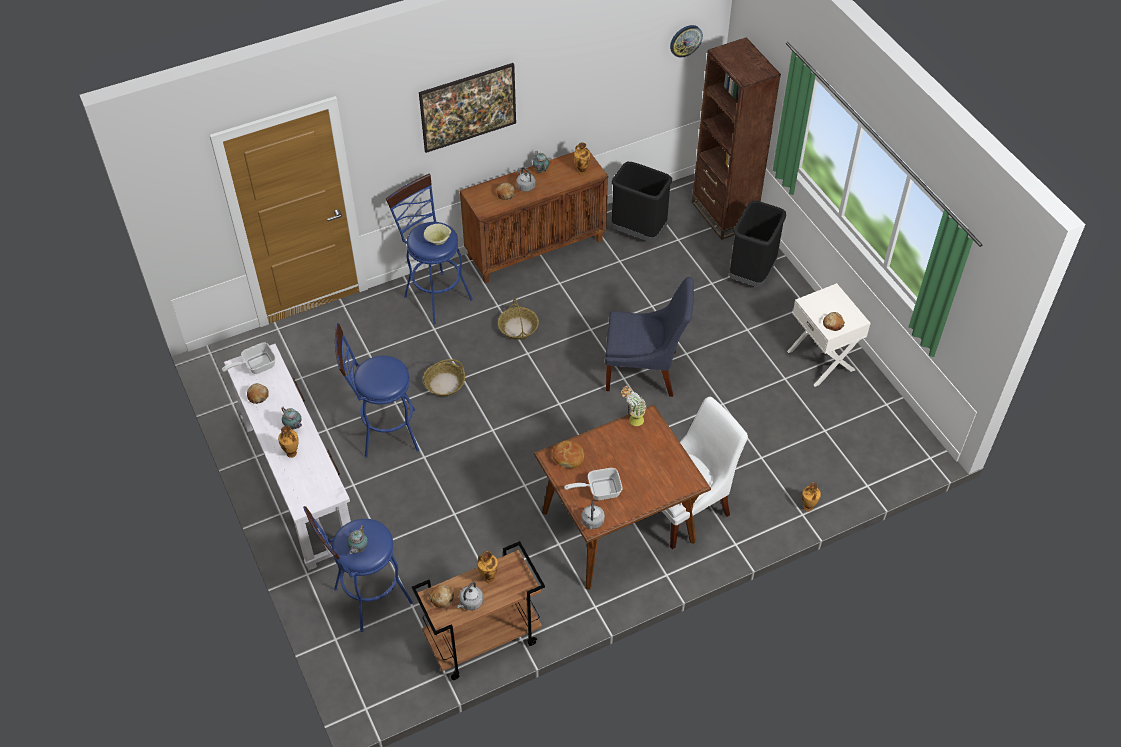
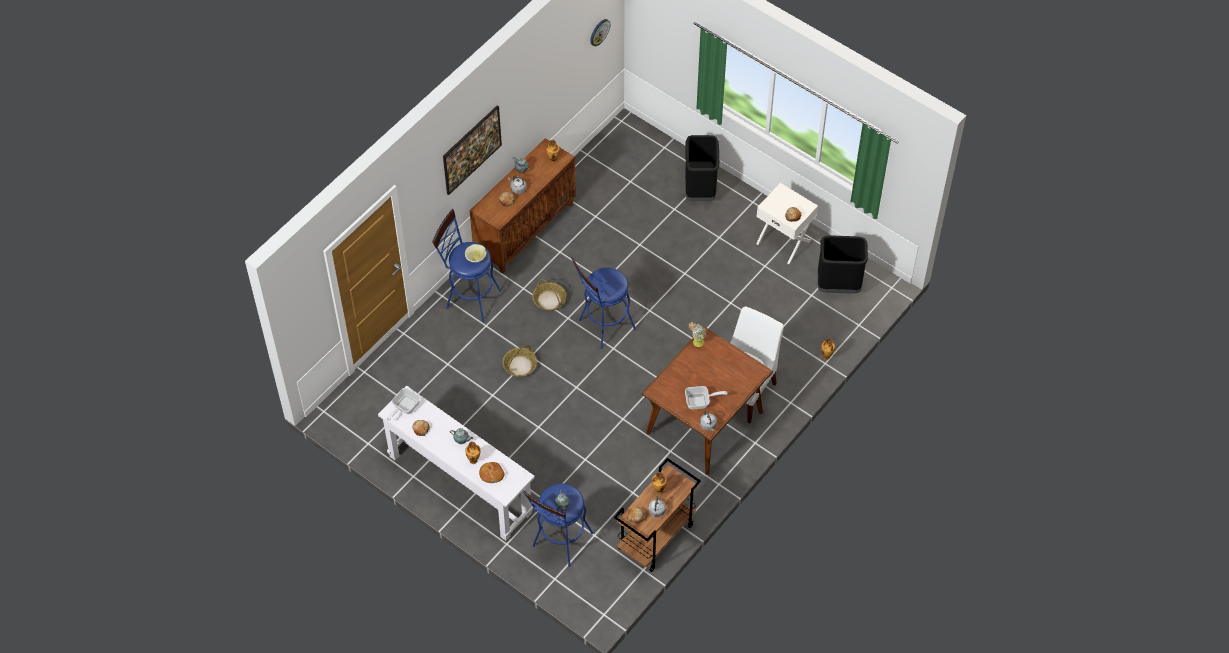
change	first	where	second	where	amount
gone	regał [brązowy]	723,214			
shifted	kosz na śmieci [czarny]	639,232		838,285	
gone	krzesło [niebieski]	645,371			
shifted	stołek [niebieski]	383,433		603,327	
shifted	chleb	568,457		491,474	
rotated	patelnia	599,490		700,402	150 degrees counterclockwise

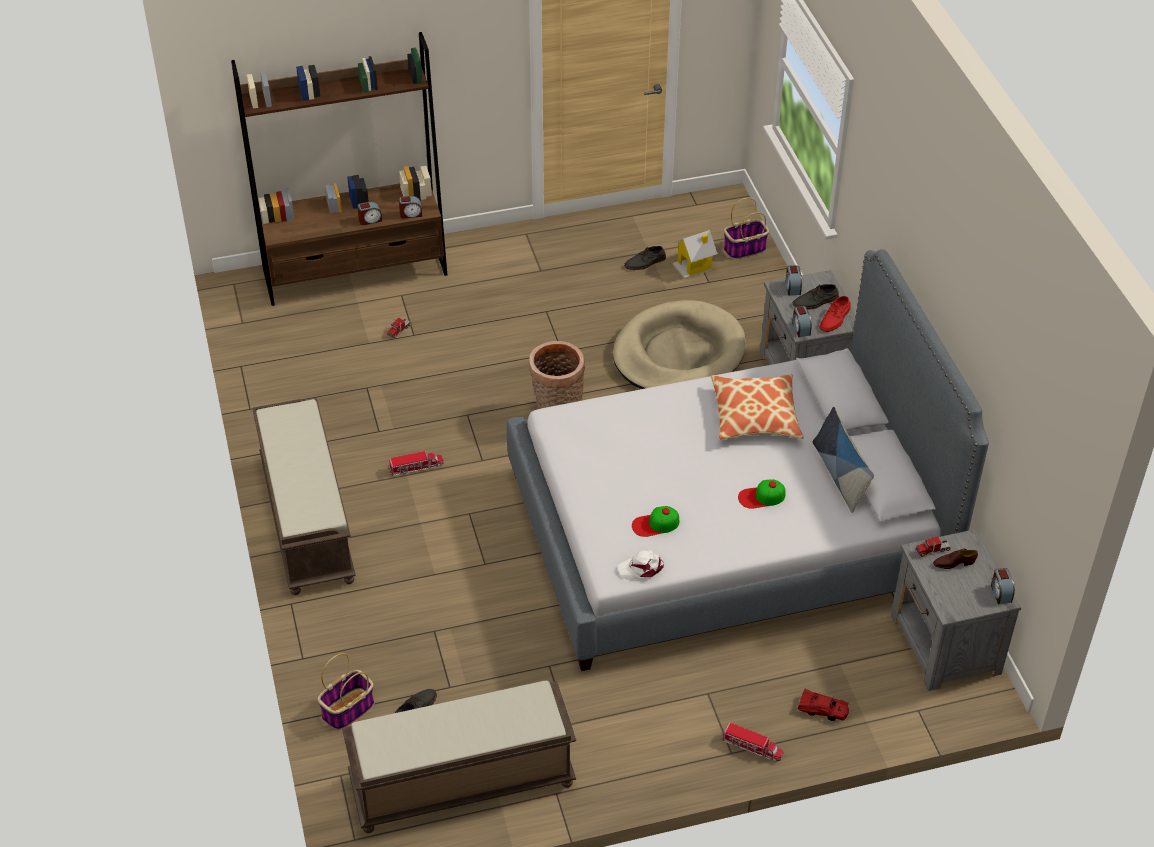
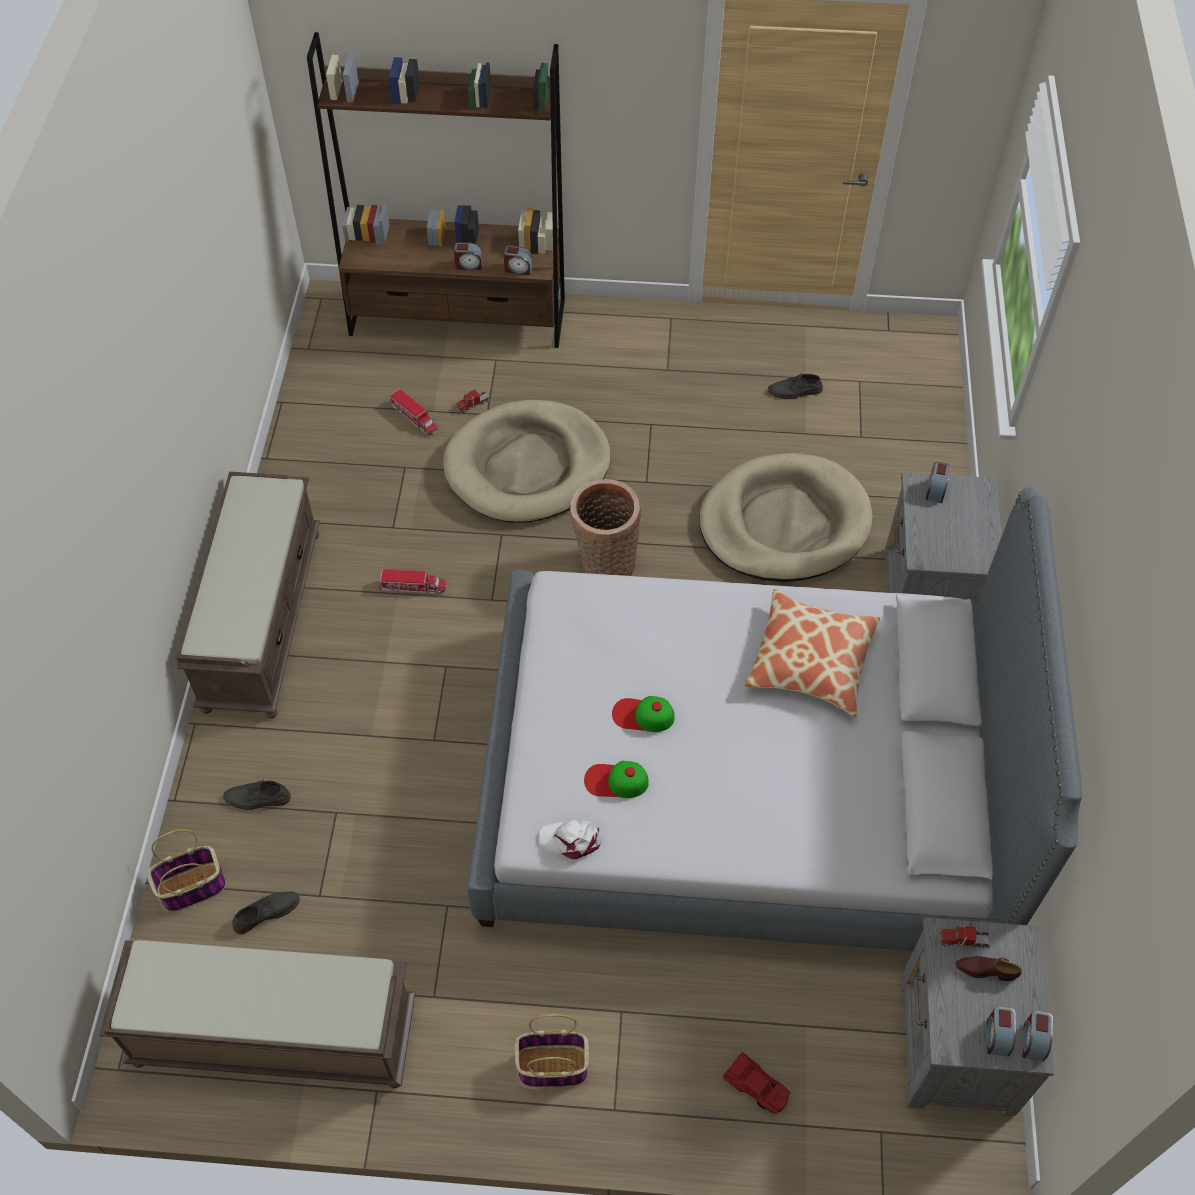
change	first	where	second	where	amount
shifted	koszyk	744,249		551,1066	
gone	domek	694,267			
shifted	but [szary]	815,301		257,798	
gone	but [czerwony]	835,319			
shifted	budzik	800,328		997,1036	
gone	poduszka	840,475			
shifted	czapka z daszkiem	761,497		643,715	
shifted	ciężarówka zabawkowa	752,747		414,418	
new			legowisko [beżowy]	527,466	

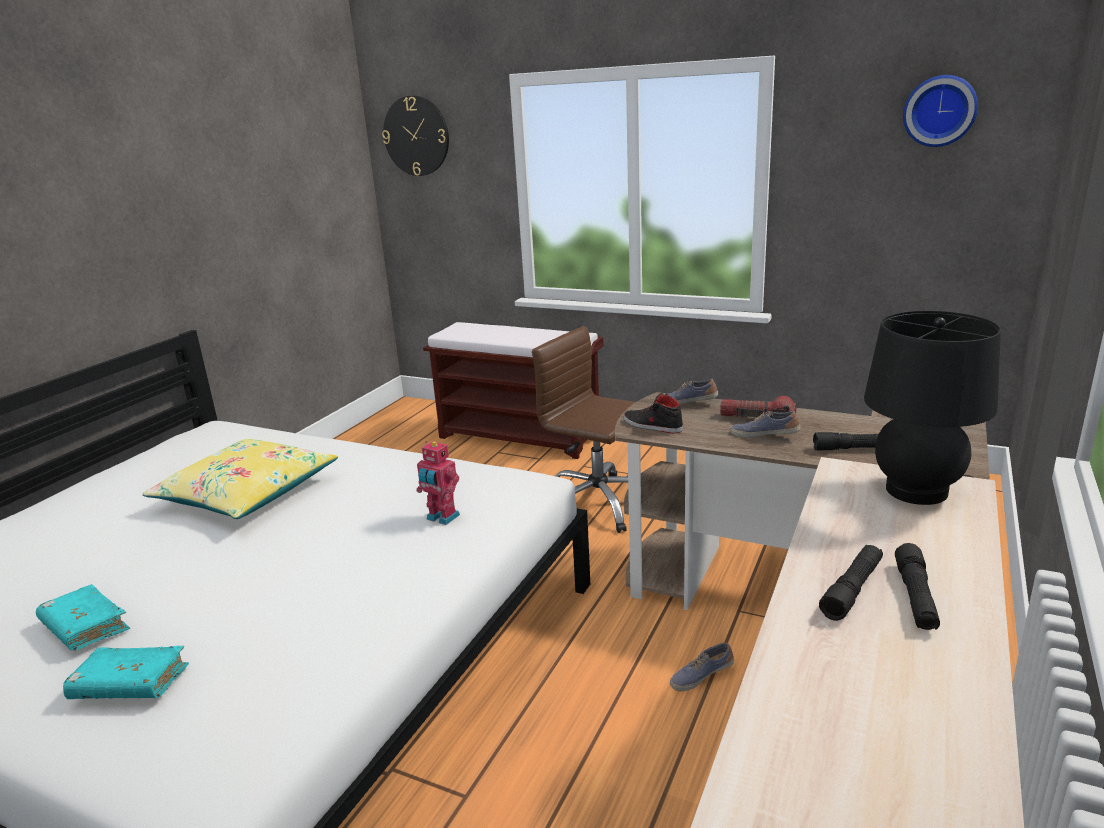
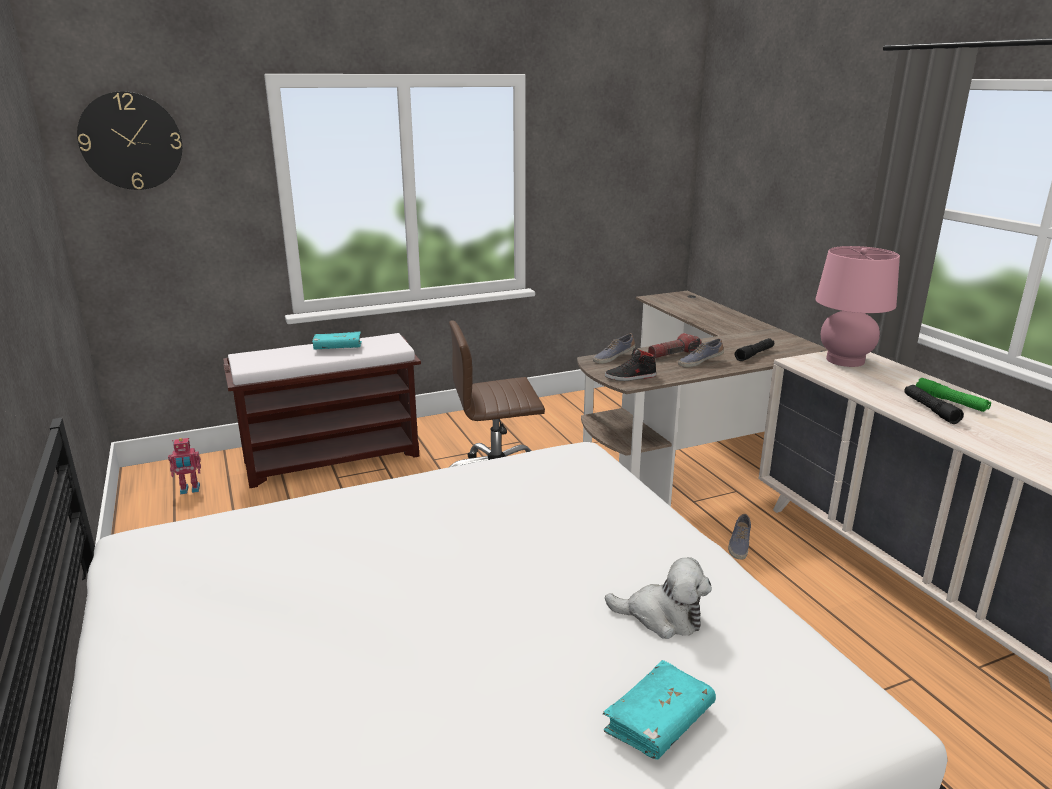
change	first	where	second	where	amount
gone	zegar ścienny	939,111			
repainted	lampa stołowa [czarny]	916,490	lampa stołowa [różowy]	845,360	
gone	poduszka [żółty]	247,494			
shifted	robot zabawkowy	441,518		190,490	
repainted	latarka [czarny]	915,597	latarka [zielony]	950,402	
shifted	książka [turkusowy]	85,628		337,348	
new			pluszak	662,617	

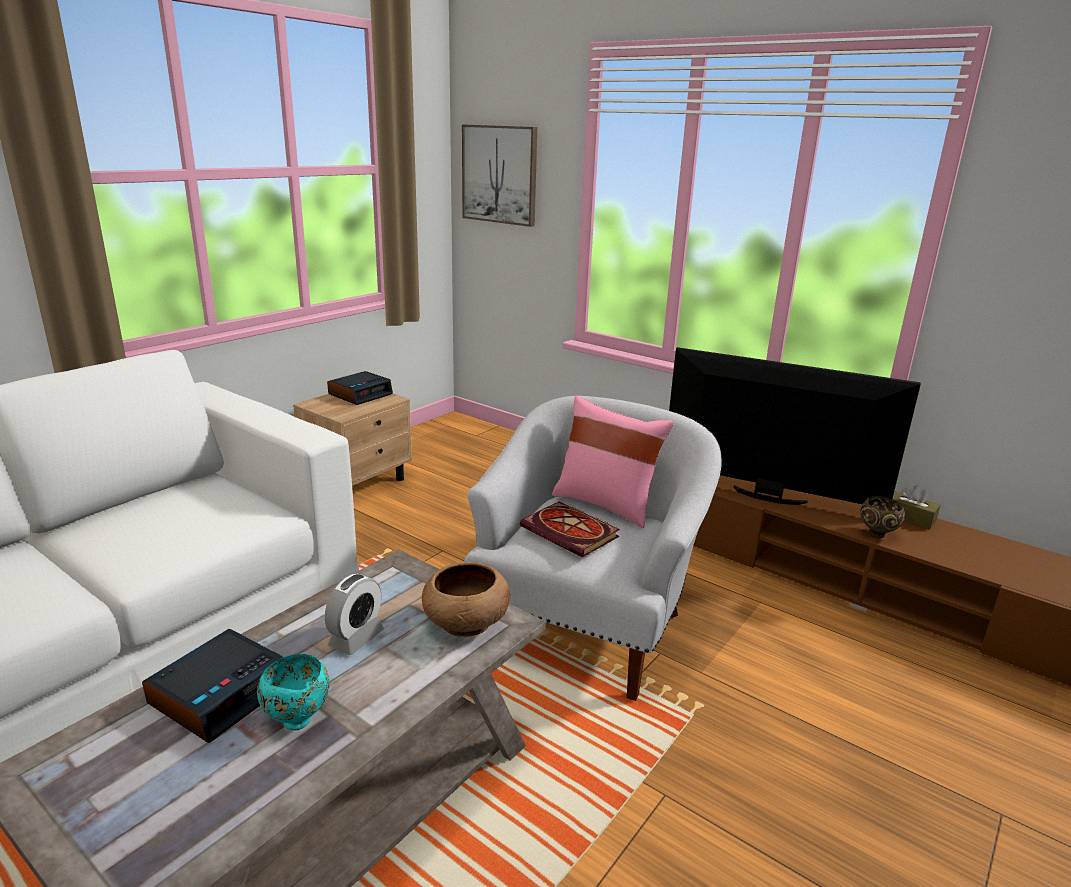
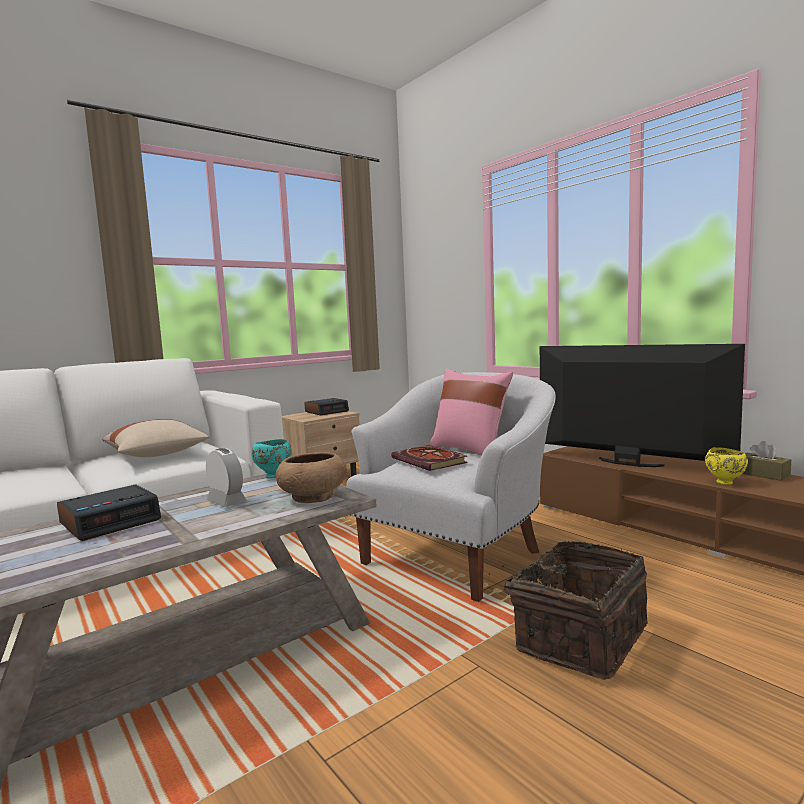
change	first	where	second	where	amount
gone	obraz	500,174			
repainted	miska [brązowy]	877,535	miska [żółty]	726,483	
rotated	budzik	356,638		226,502	90 degrees counterclockwise
shifted	miska [turkusowy]	298,719		274,476	
new			poduszka [beżowy]	157,455	
new			koszyk	577,637	

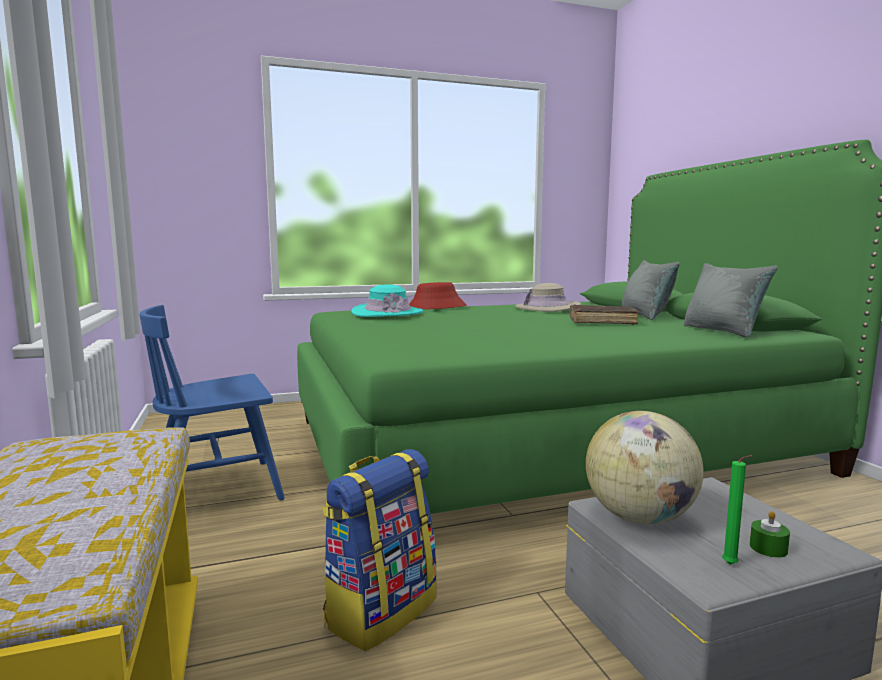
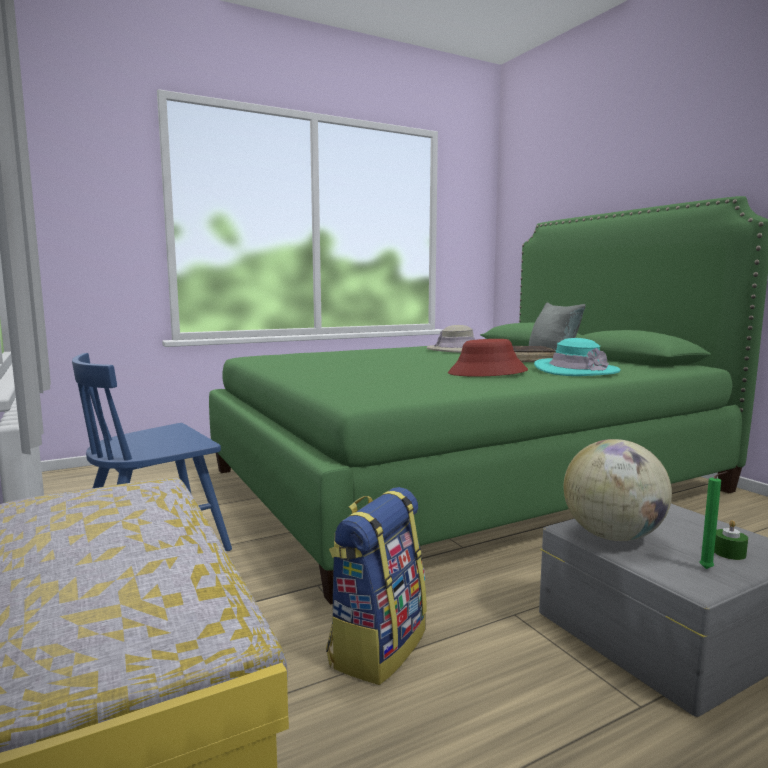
change	first	where	second	where	amount
gone	poduszka [szary]	723,331			
shifted	kapelusz [czerwony]	436,307		487,373	
shifted	kapelusz [turkusowy]	387,313		576,370	

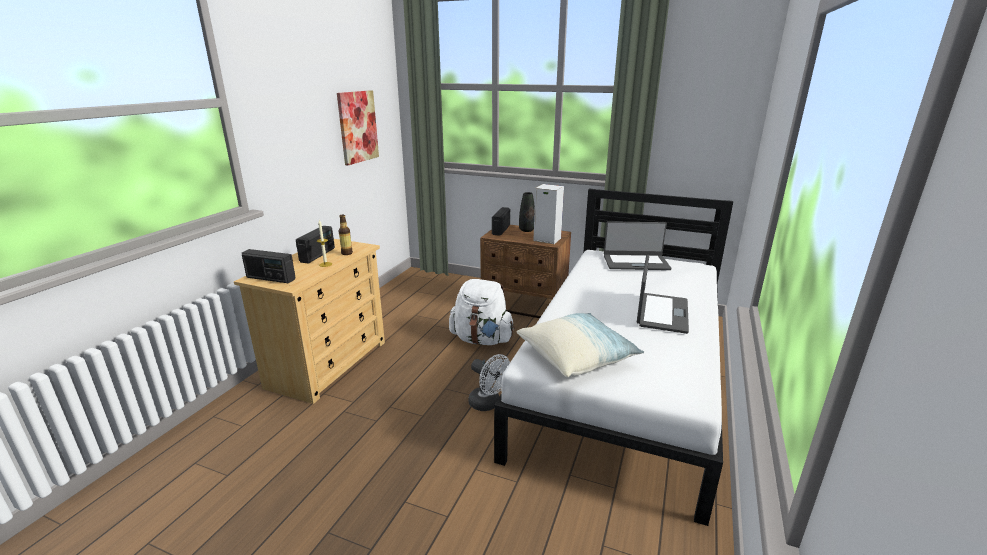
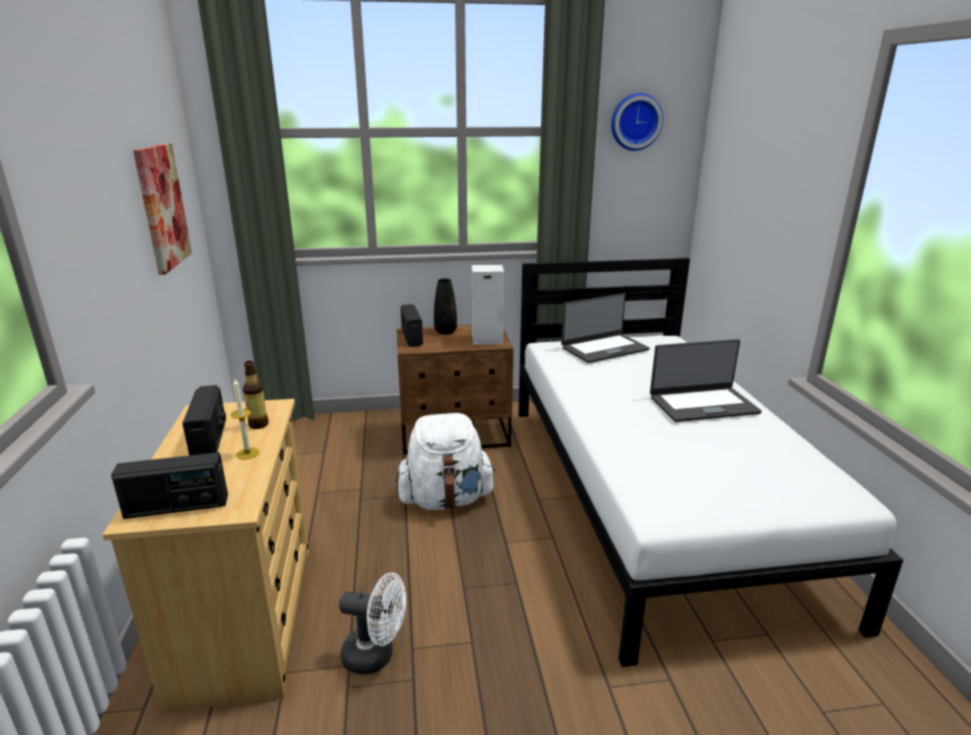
change	first	where	second	where	amount
rotated	laptop	661,312		702,404	90 degrees clockwise
gone	poduszka	577,356			
shifted	wentylator [biały]	488,404		376,656	
new			zegar ścienny	635,122	

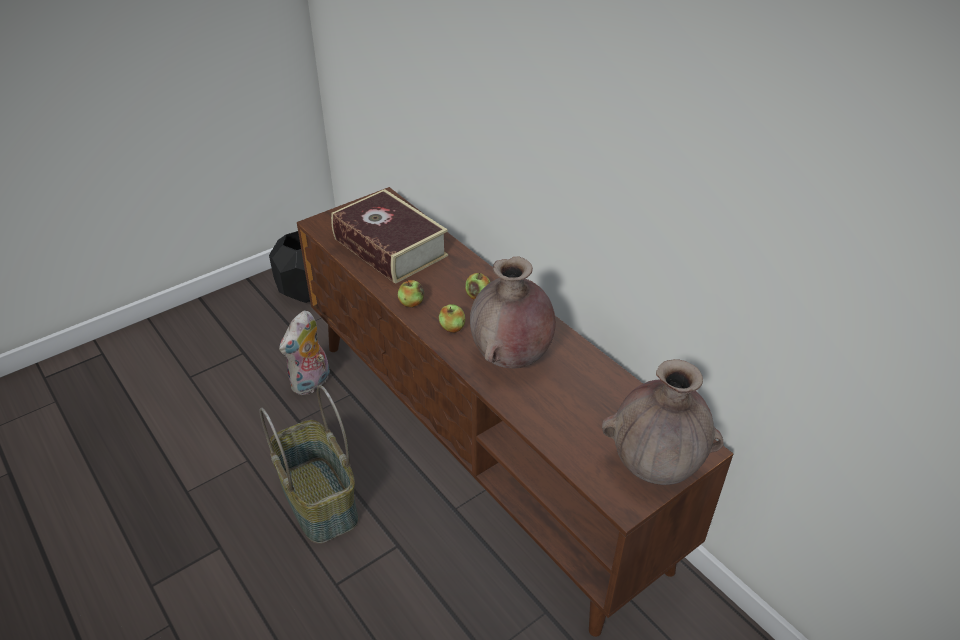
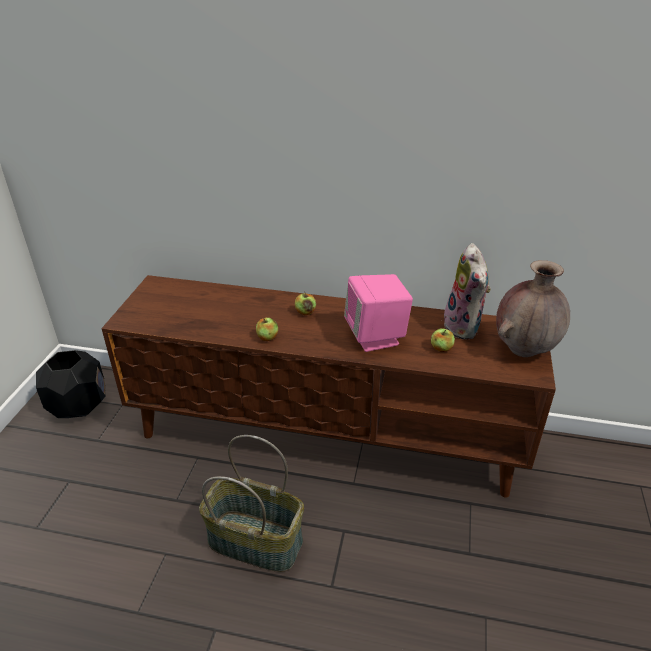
change	first	where	second	where	amount
gone	książka	390,247			
swapped	wazon [brązowy]	511,359	głośnik [różowy]	376,337	
shifted	jabłko	452,327		441,348	
shifted	pluszak	311,383		464,327	

